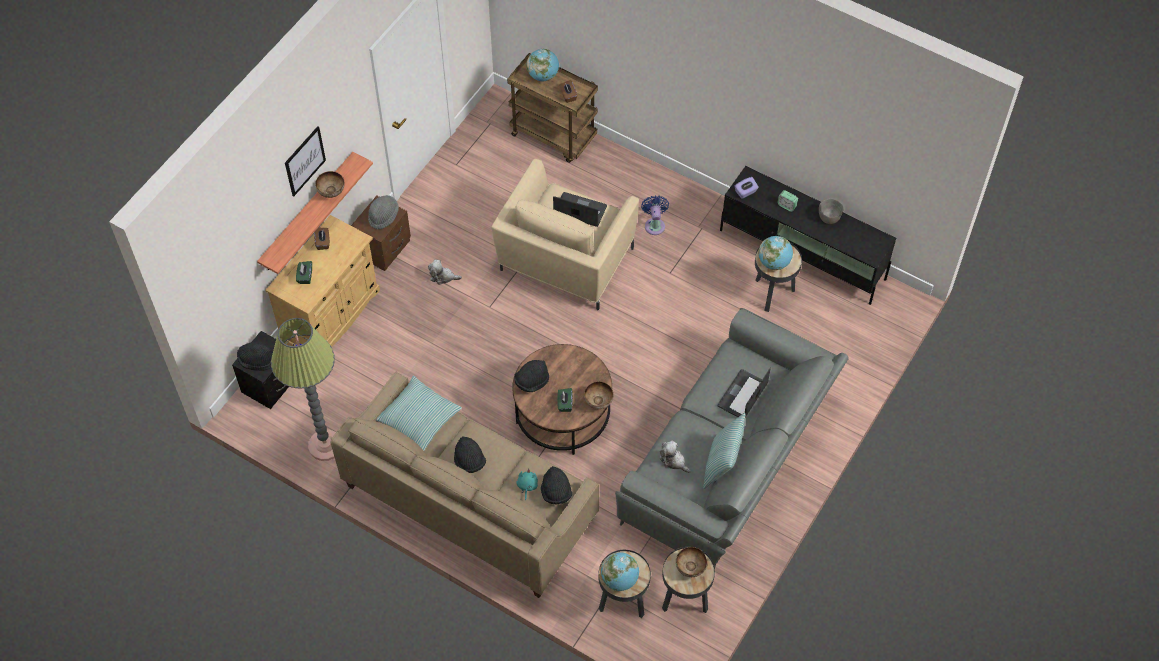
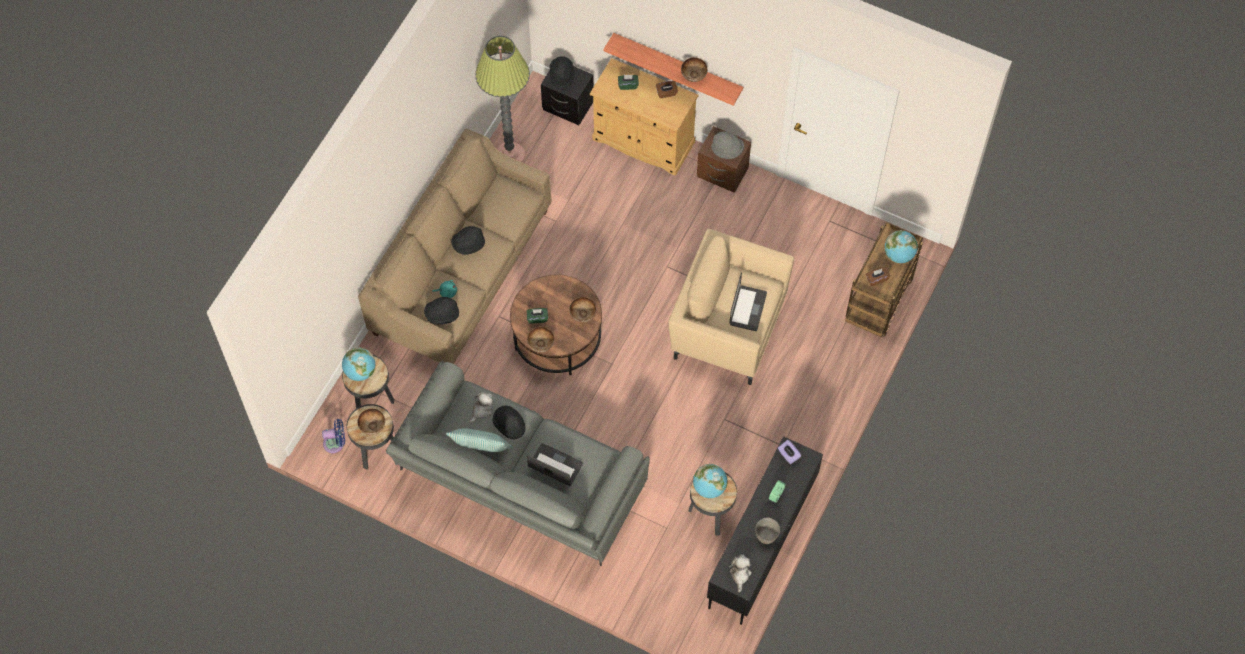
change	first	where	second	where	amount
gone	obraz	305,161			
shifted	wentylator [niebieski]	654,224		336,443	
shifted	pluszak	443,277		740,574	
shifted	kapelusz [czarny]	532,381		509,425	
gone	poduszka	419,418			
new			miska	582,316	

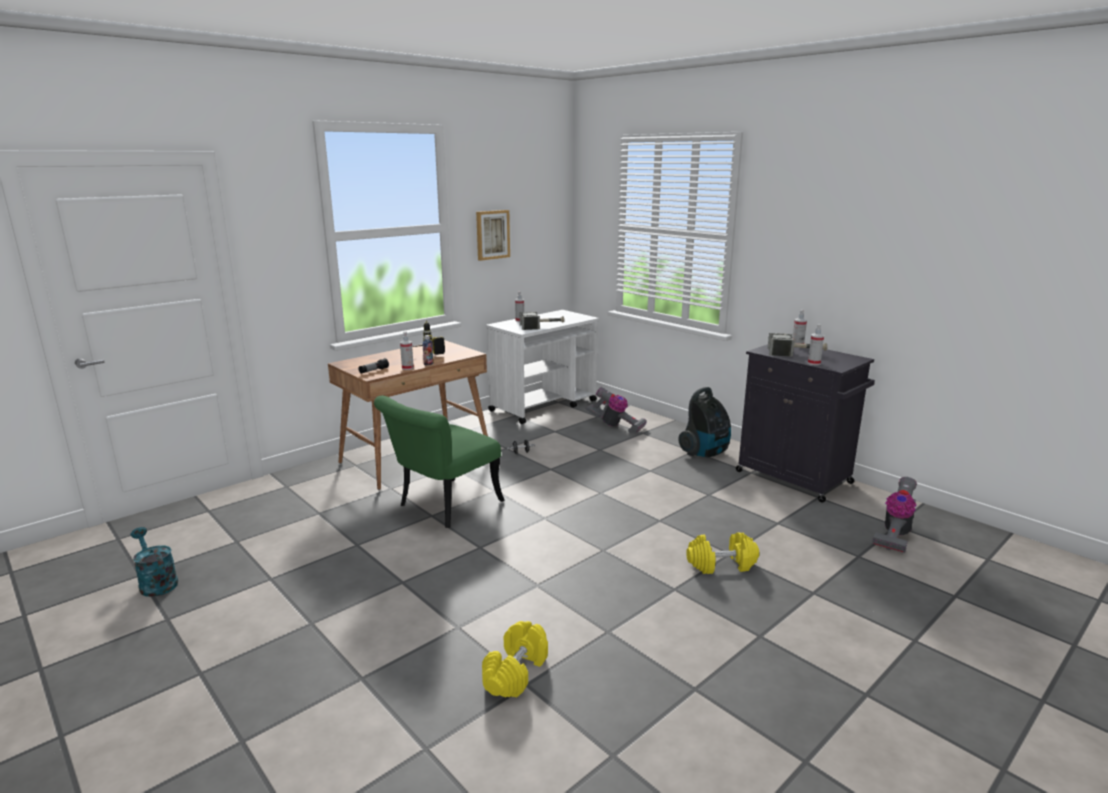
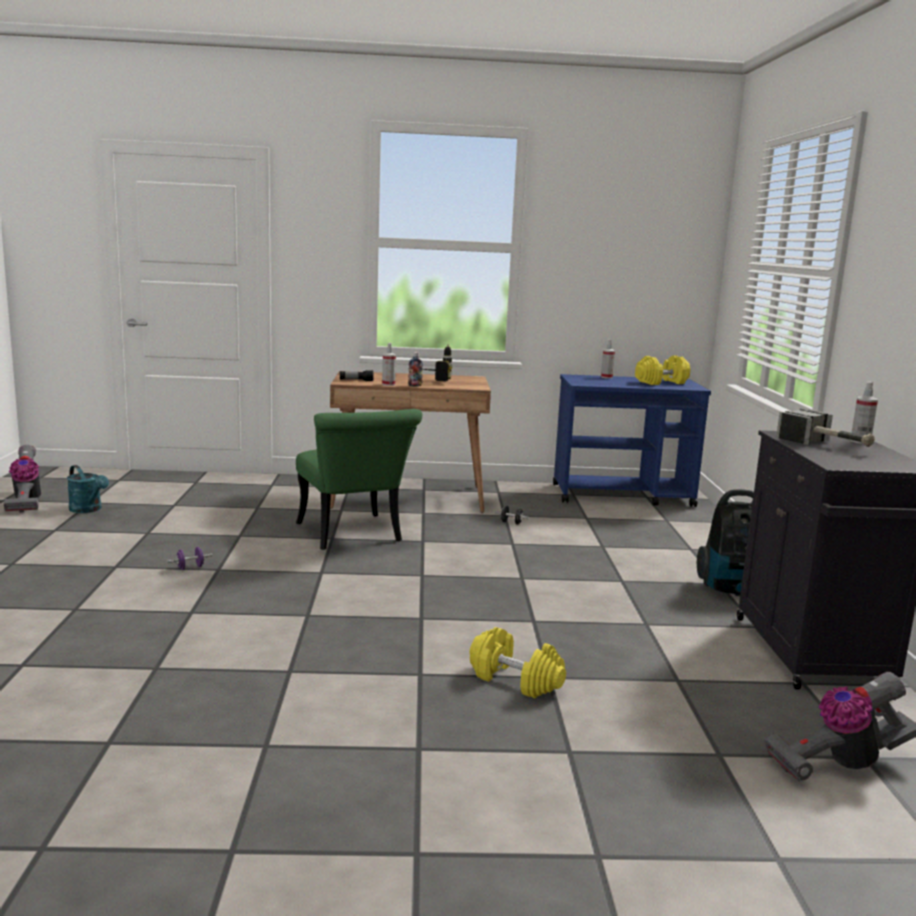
change	first	where	second	where	amount
gone	obraz	492,234			
repainted	wózek [biały]	544,405	wózek [niebieski]	623,495	
gone	młotek	542,327			
gone	spryskiwacz	814,363			
shifted	odkurzacz	615,426		26,501	
rotated	krzesło [zielony]	442,507		353,536	105 degrees counterclockwise
rotated	konewka [turkusowy]	156,583		88,510	135 degrees clockwise
shifted	hantel [żółty]	515,672		661,382	
new			hantel [fioletowy]	190,567	

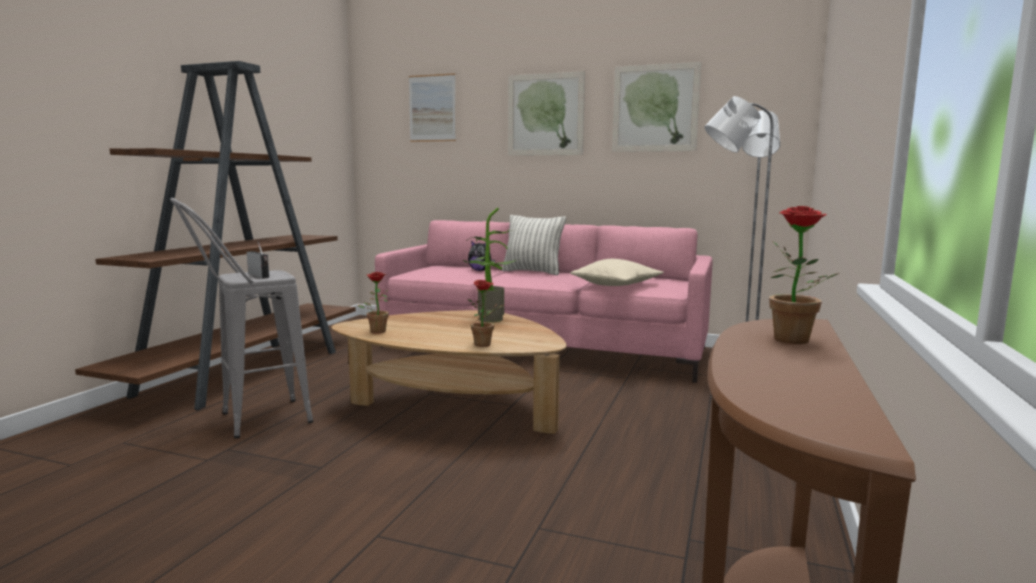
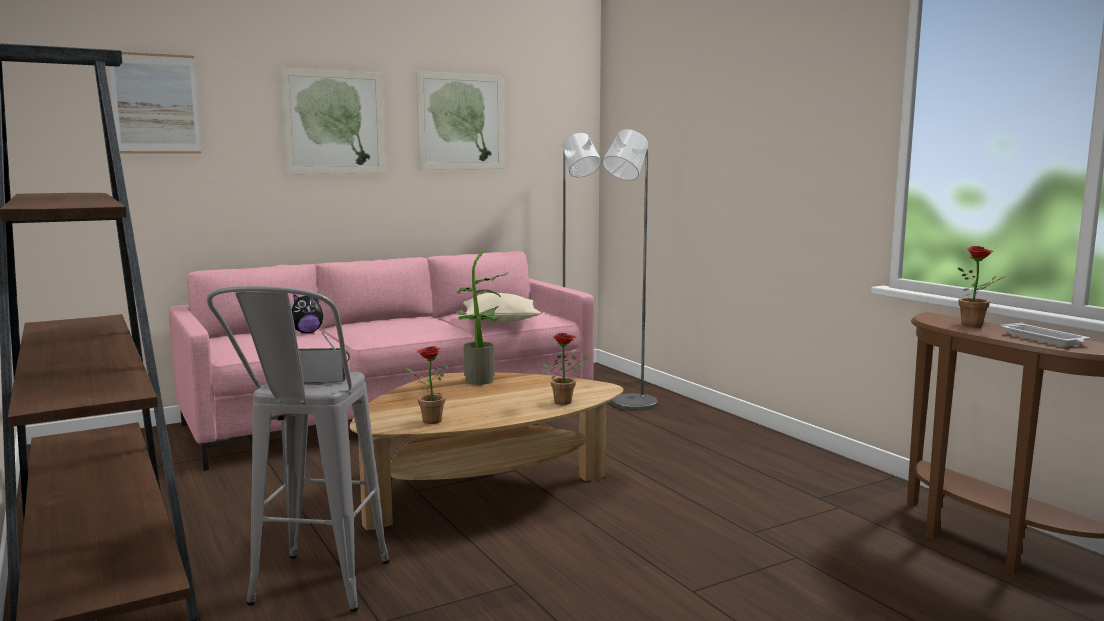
change	first	where	second	where	amount
gone	poduszka	532,272			
new			taca [biały]	1044,339	

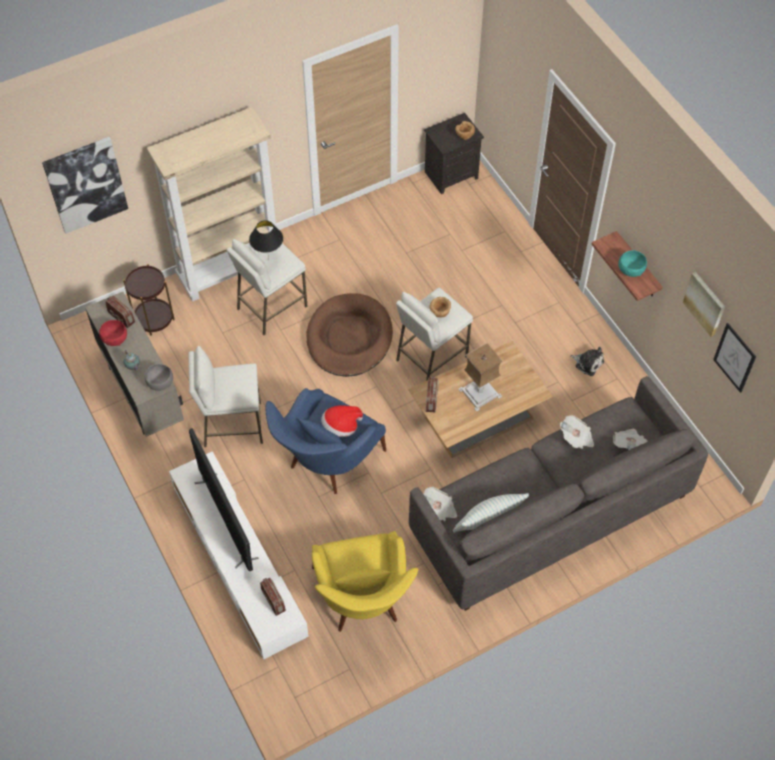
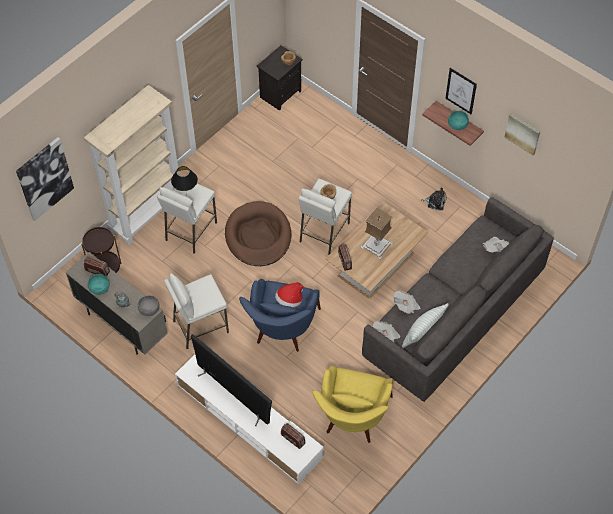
change	first	where	second	where	amount
repainted	miska [czerwony]	114,339	miska [turkusowy]	99,288	
shifted	obraz	734,357		461,91	
shifted	gazeta	576,438		406,306	
rotated	fotel [żółty]	363,604		352,422	45 degrees clockwise

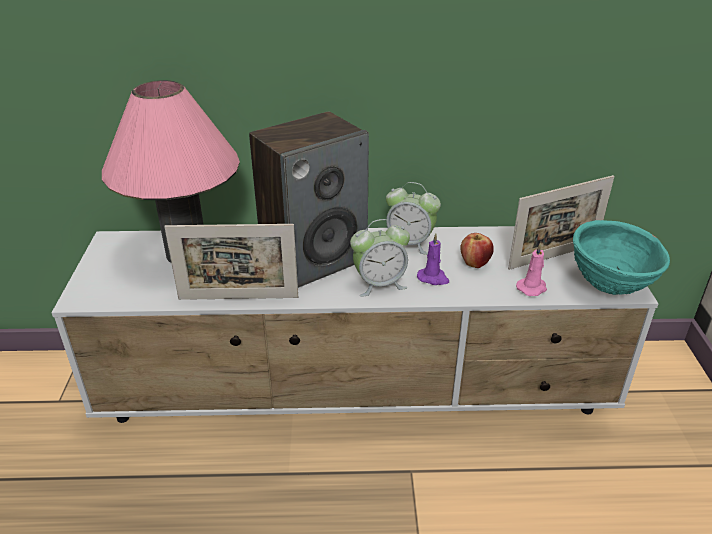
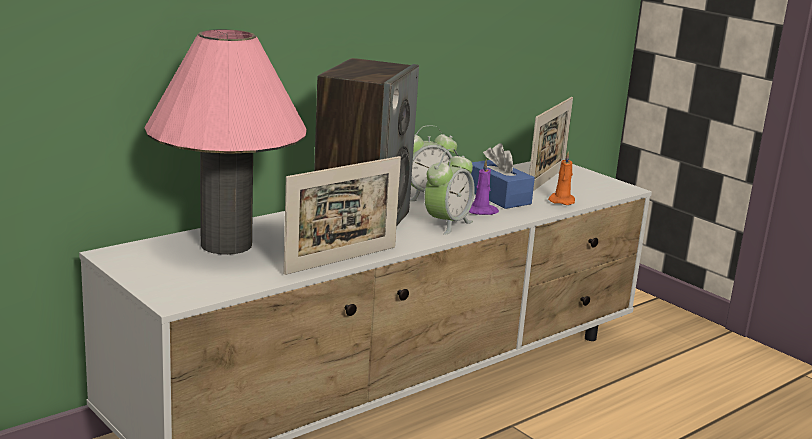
change	first	where	second	where	amount
gone	miska [turkusowy]	609,288			
swapped	jabłko	475,263	pudełko chusteczek [niebieski]	498,196	
repainted	świeca [różowy]	532,288	świeca [pomarańczowy]	562,201	

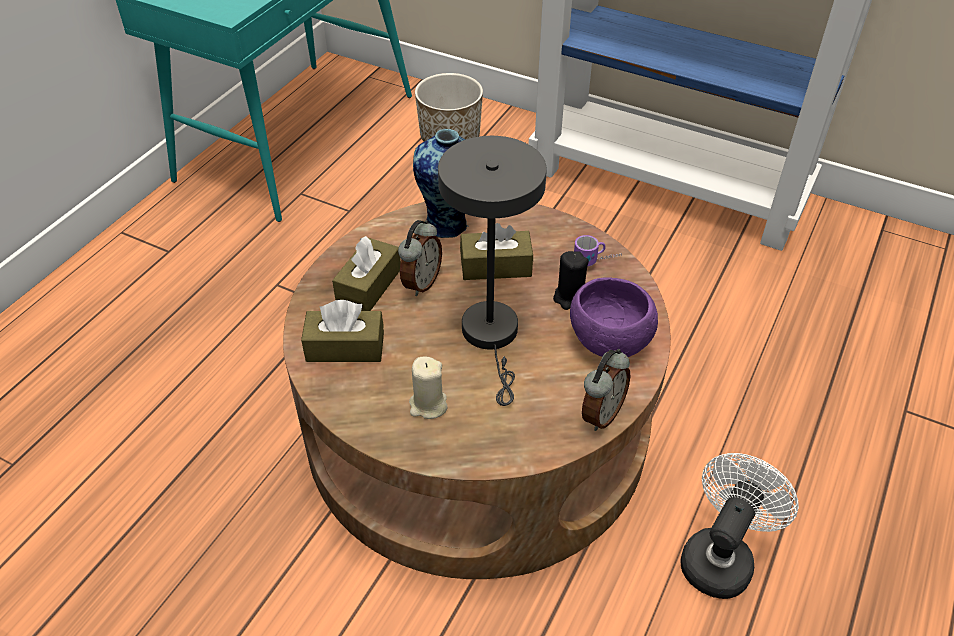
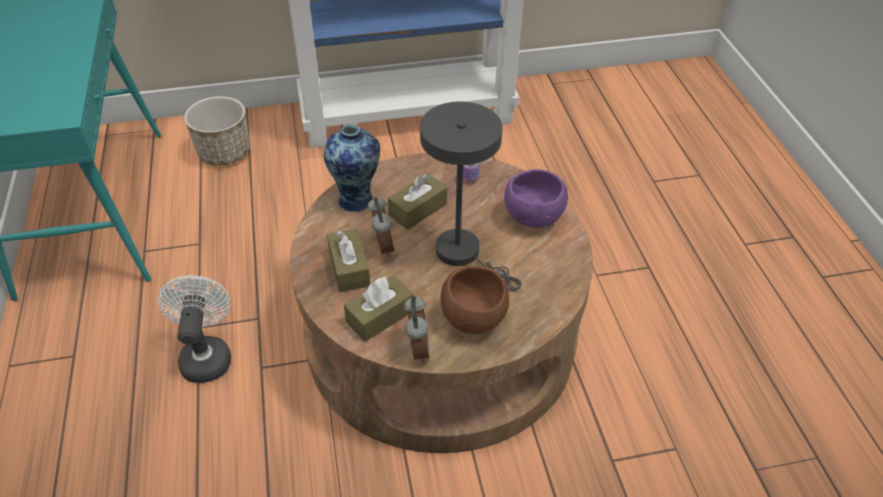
change	first	where	second	where	amount
gone	świeca [czarny]	570,297			
shifted	budzik	600,414		417,348	
swapped	świeca [beżowy]	428,405	miska [brązowy]	473,318	
shifted	wentylator [biały]	720,556		206,355	

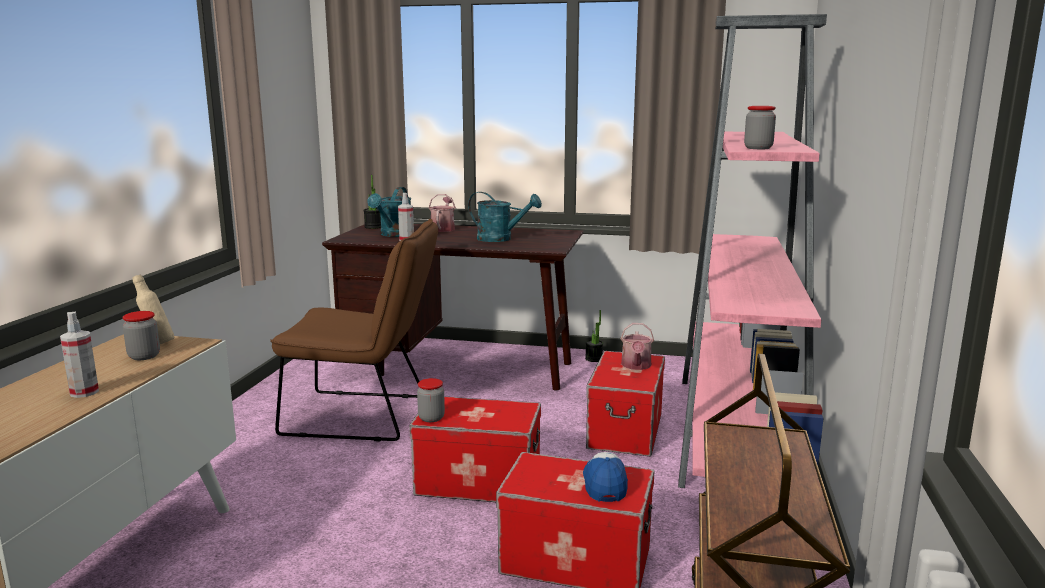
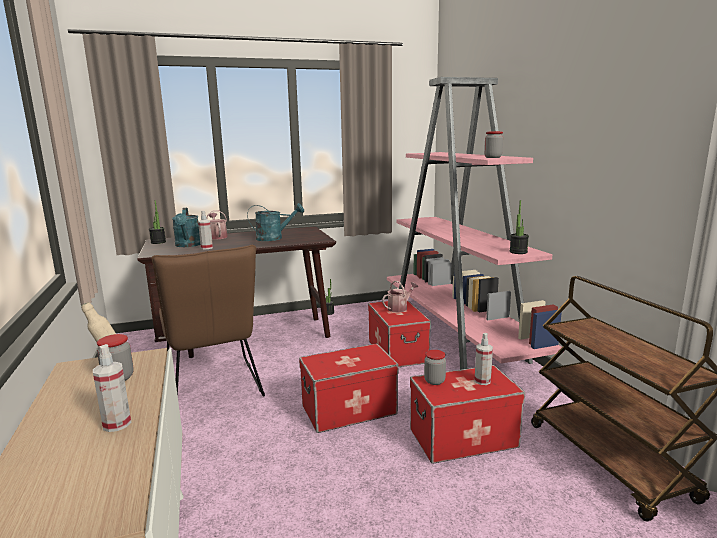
change	first	where	second	where	amount
rotated	krzesło [brązowy]	365,416		214,389	90 degrees clockwise
rotated	konewka	636,366		399,308	105 degrees counterclockwise
shifted	słoik	431,418		434,381	
swapped	czapka z daszkiem	604,484	spryskiwacz	482,381	
new			roślina doniczkowa	518,252	

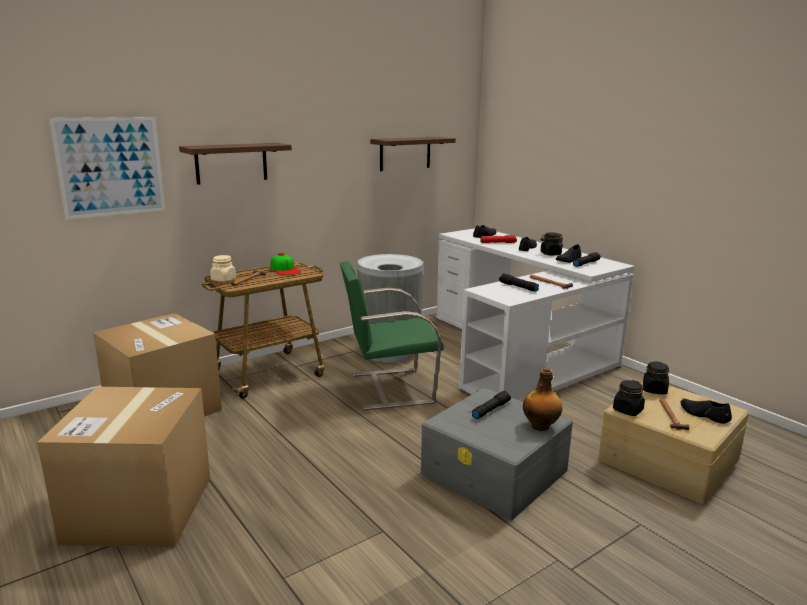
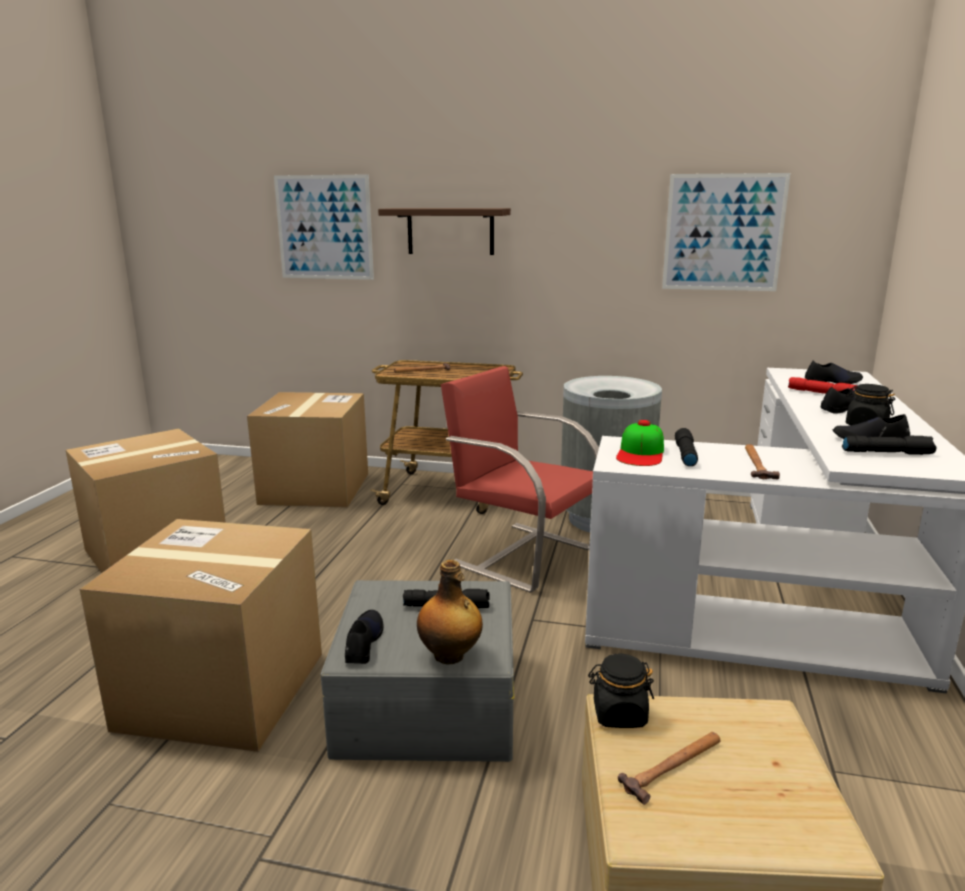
change	first	where	second	where	amount
swapped	półka	405,153	obraz	723,233	
shifted	czapka z daszkiem	285,269		641,453	
gone	słoik [beżowy]	223,280			
repainted	krzesło [zielony]	389,388	krzesło [czerwony]	522,555	
gone	słoik [czarny]	654,390			
shifted	but [czarny]	704,414		363,643	
new			karton	223,690	

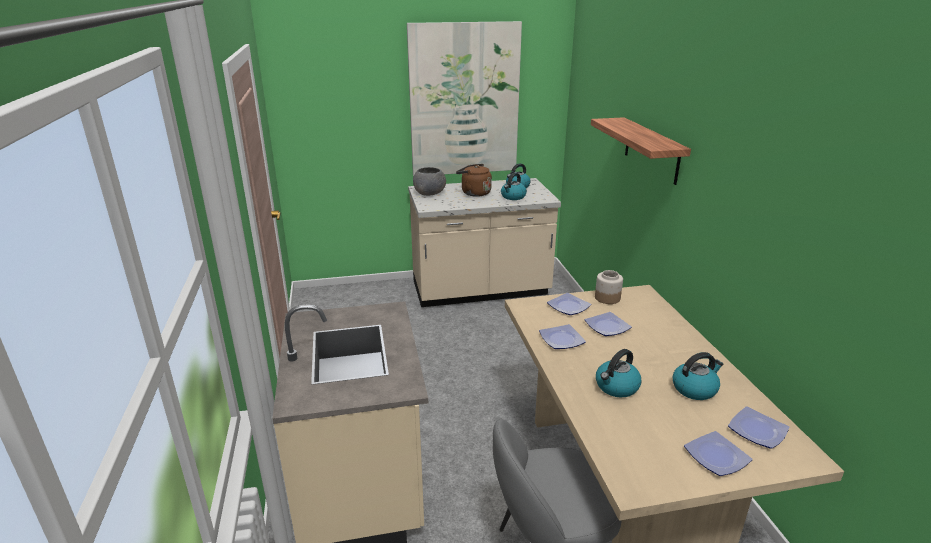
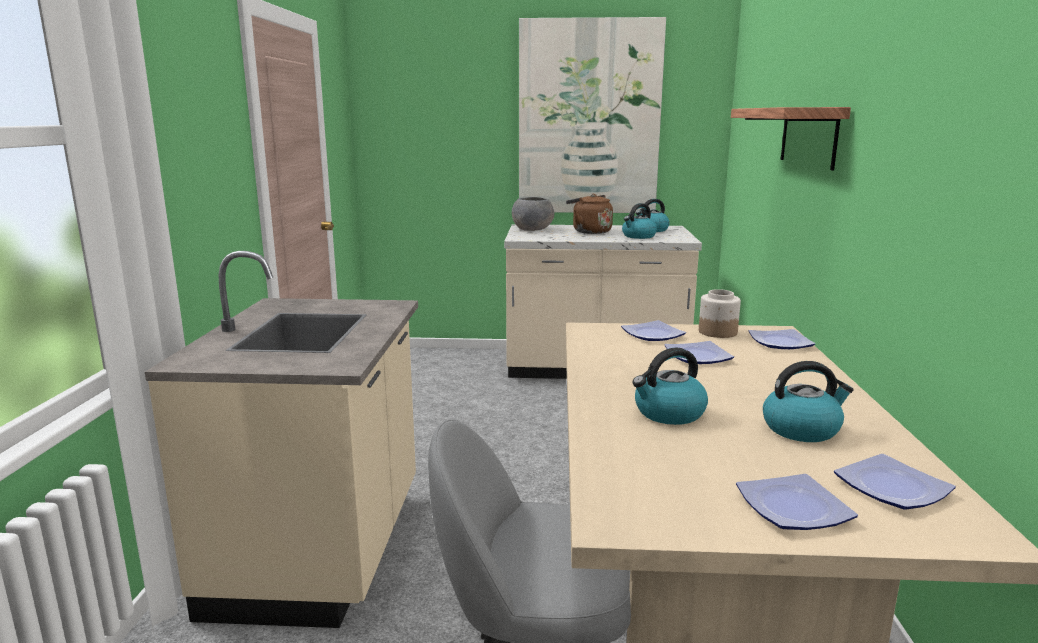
change	first	where	second	where	amount
shifted	talerz	560,339		779,342	

